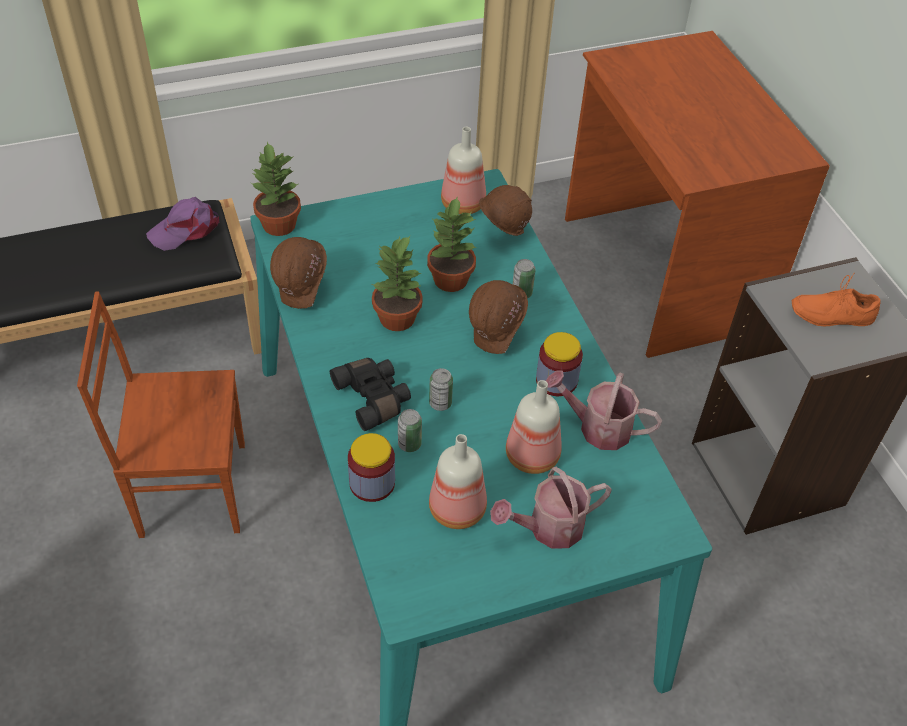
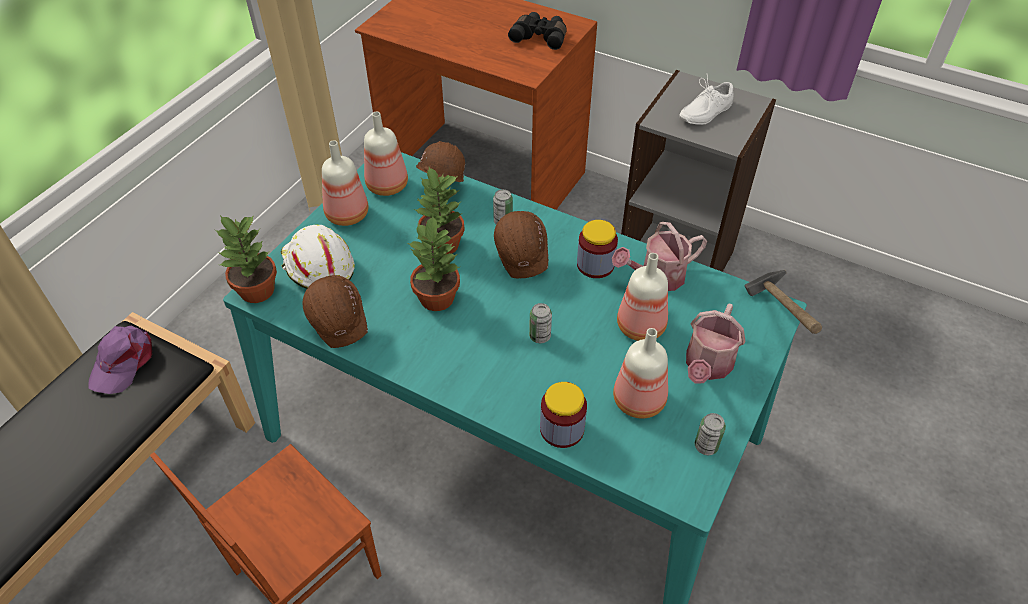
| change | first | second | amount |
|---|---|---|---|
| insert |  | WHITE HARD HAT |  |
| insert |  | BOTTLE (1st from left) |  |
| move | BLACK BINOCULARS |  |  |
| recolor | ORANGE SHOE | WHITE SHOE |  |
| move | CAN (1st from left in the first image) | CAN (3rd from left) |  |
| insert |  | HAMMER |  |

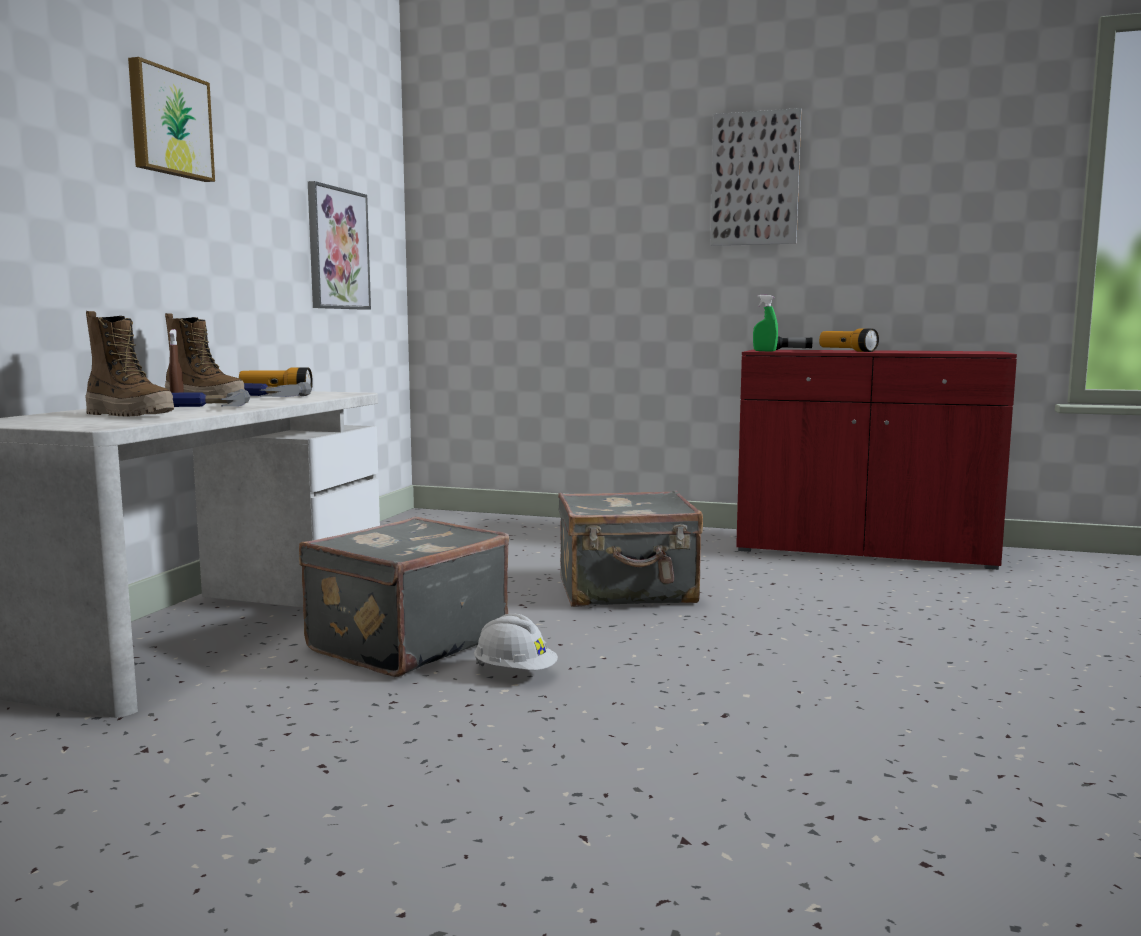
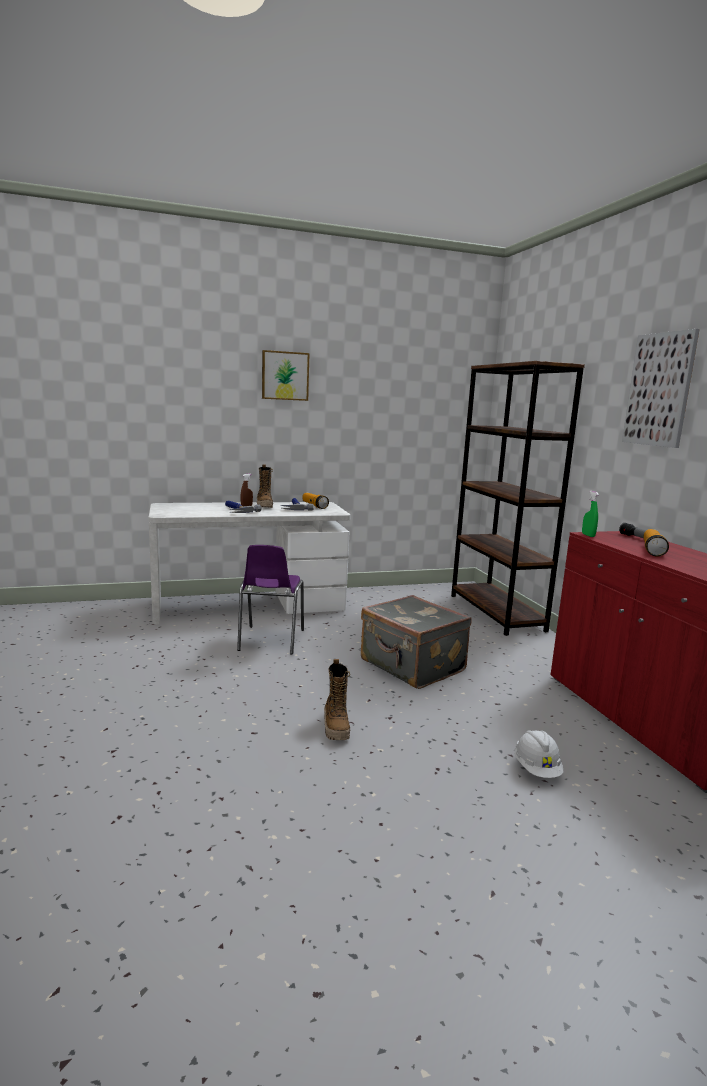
| change | first | second | amount |
|---|---|---|---|
| replace | GREY SUITCASE (1st from left) | PURPLE CHAIR |  |
| move | BOOT (1st from left in the first image) | BOOT (2nd from left) |  |
| insert |  | BROWN BOOKCASE |  |
| move | WHITE HARD HAT |  |  |
| delete | PICTURE (2nd from left) |  |  |

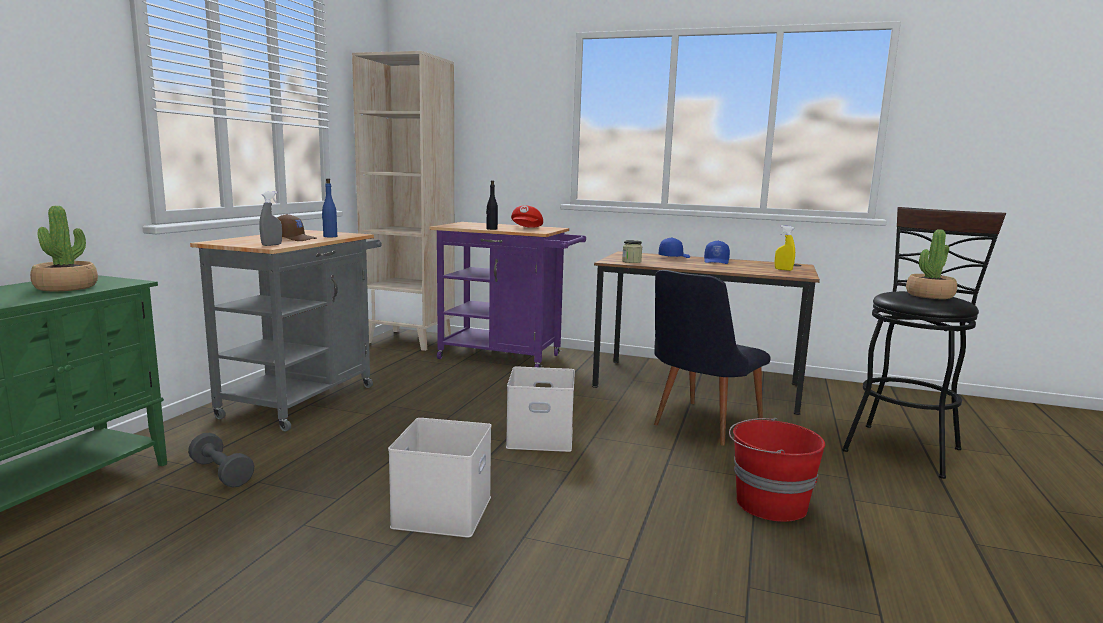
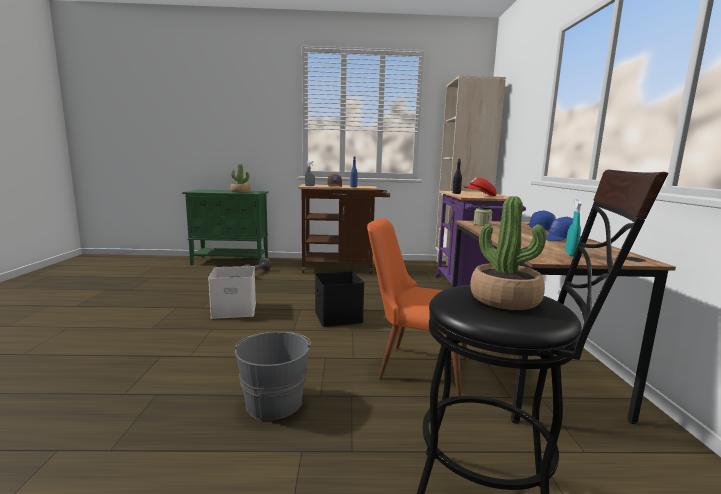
| change | first | second | amount |
|---|---|---|---|
| recolor | RED BUCKET | GREY BUCKET |  |
| recolor | GREY CART | BROWN CART |  |
| recolor | WHITE STORAGE BOX (2nd from left) | BLACK STORAGE BOX |  |
| recolor | BLACK CHAIR | ORANGE CHAIR |  |
| recolor | YELLOW SPRAY BOTTLE | TURQUOISE SPRAY BOTTLE |  |

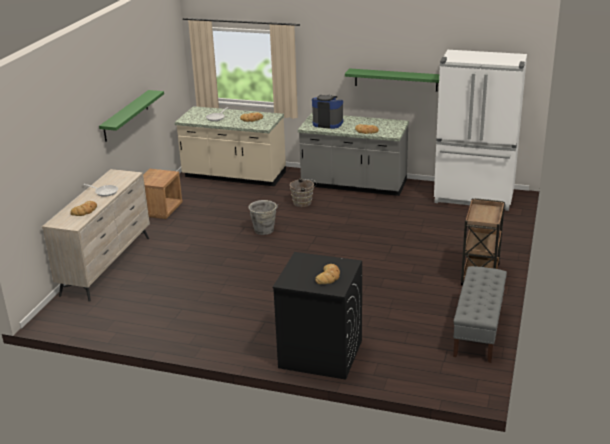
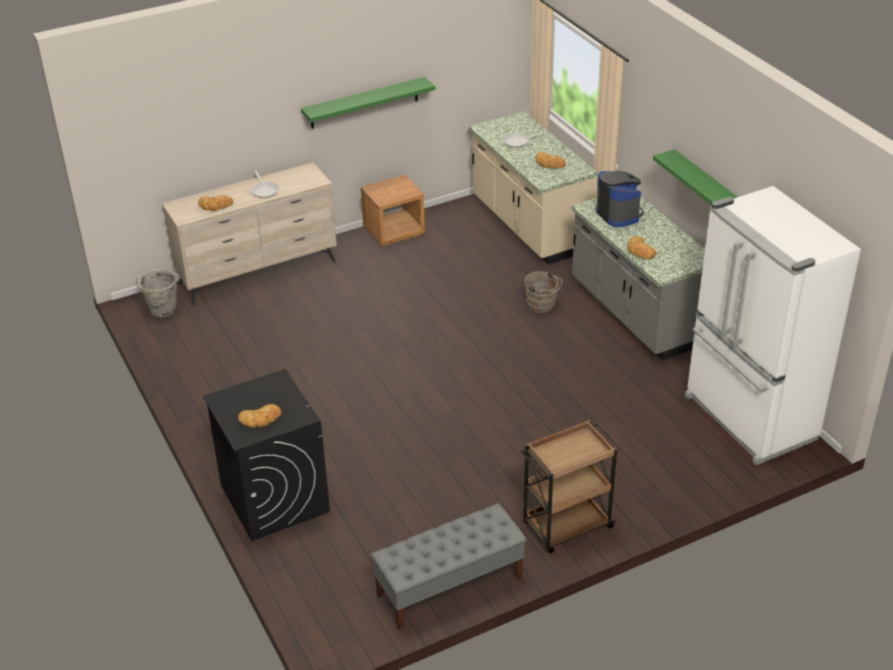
| change | first | second | amount |
|---|---|---|---|
| move | GREY BUCKET |  |  |

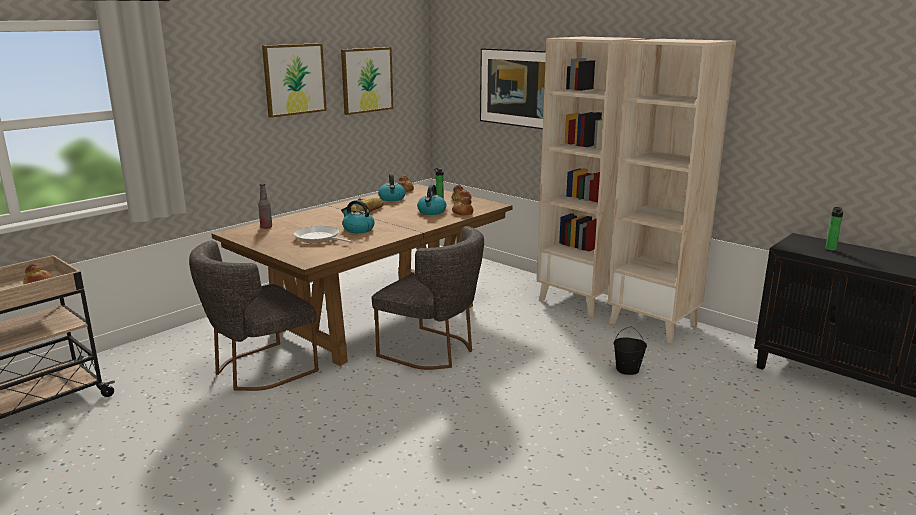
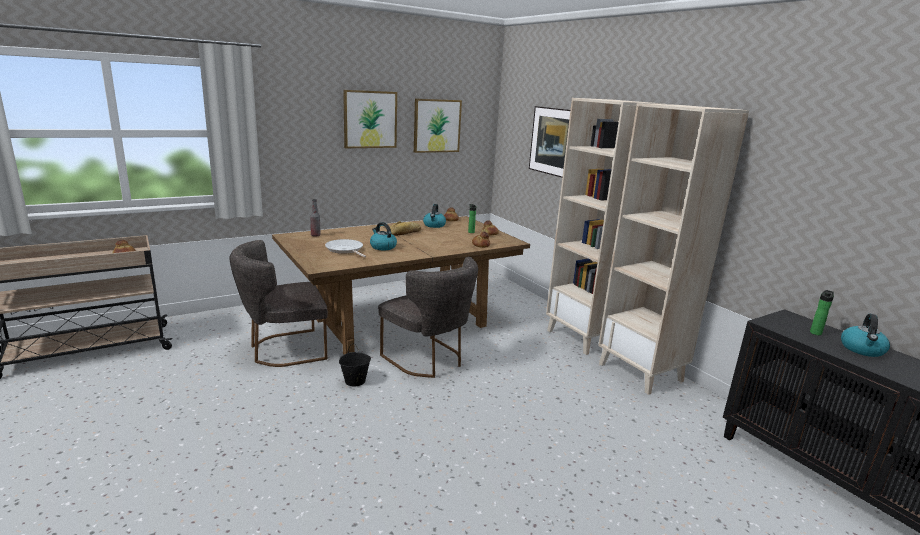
| change | first | second | amount |
|---|---|---|---|
| move | BLACK BUCKET |  |  |
| move | KETTLE (3rd from left) |  |  |

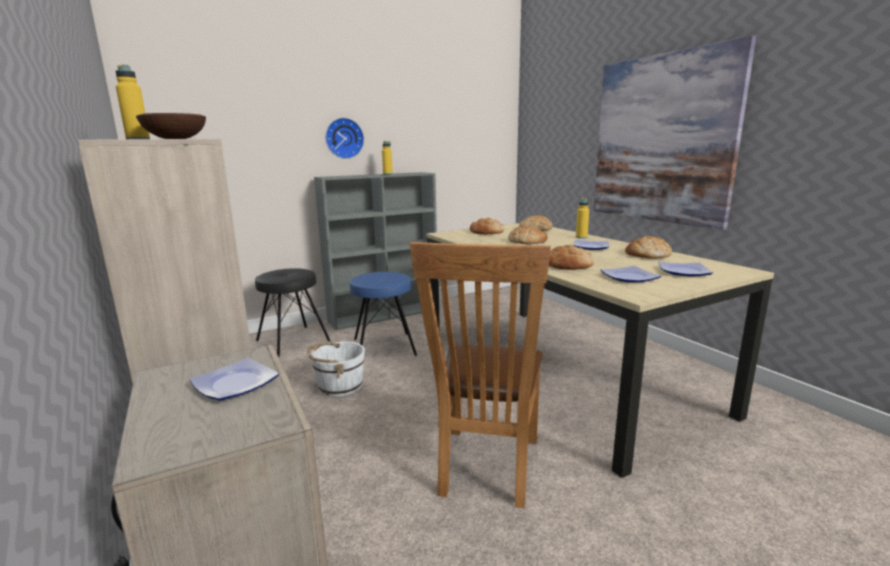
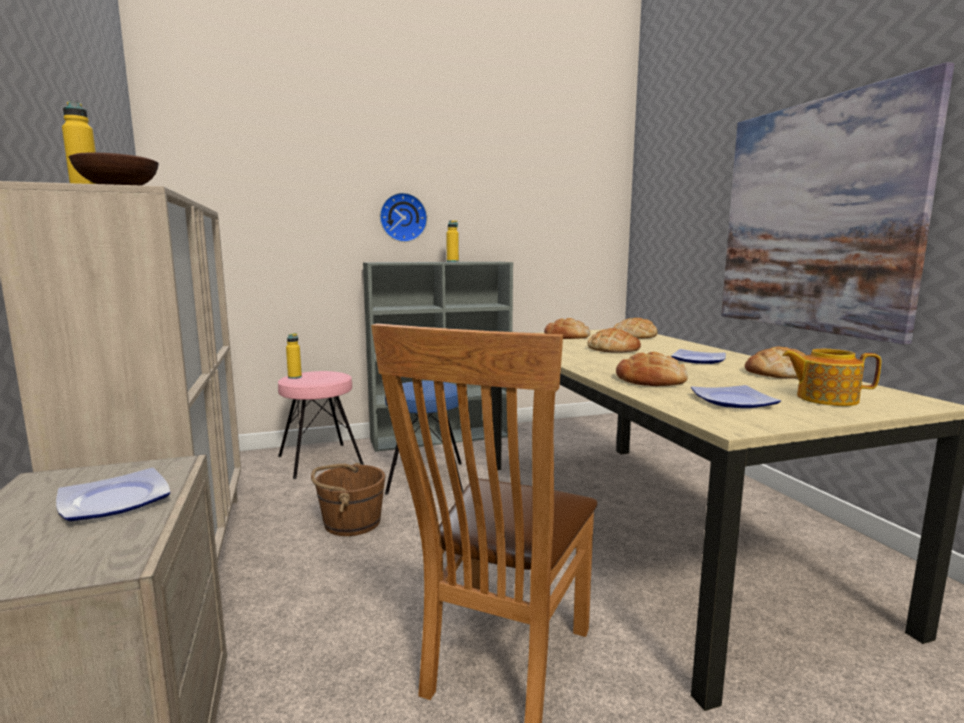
| change | first | second | amount |
|---|---|---|---|
| recolor | BLACK STOOL | PINK STOOL |  |
| move | YELLOW BOTTLE (3rd from left in the first image) | YELLOW BOTTLE (2nd from left) |  |
| recolor | WHITE BUCKET | BROWN BUCKET |  |
| replace | PLATE (4th from left) | TEAPOT |  |

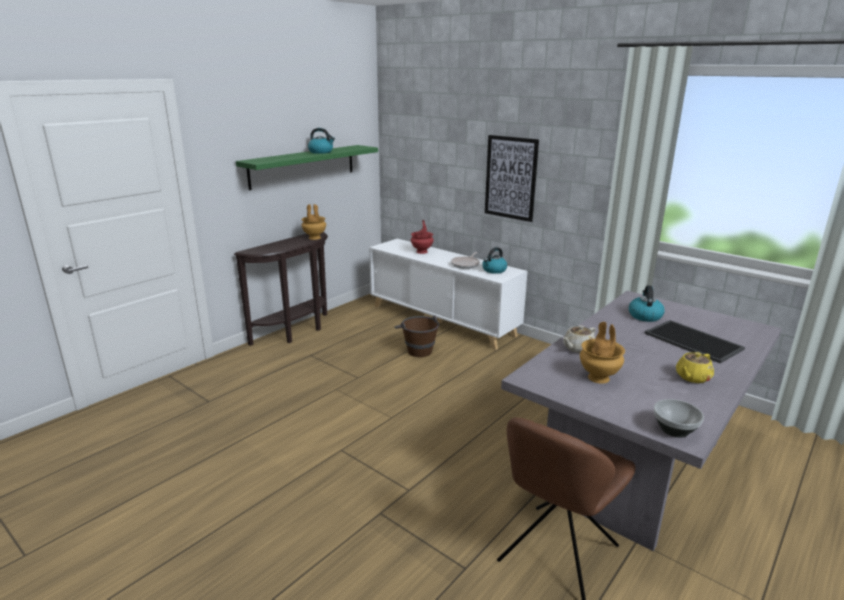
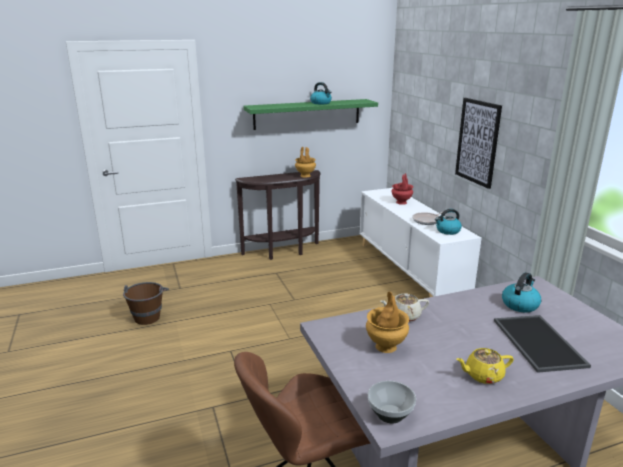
| change | first | second | amount |
|---|---|---|---|
| move | BROWN BUCKET |  |  |

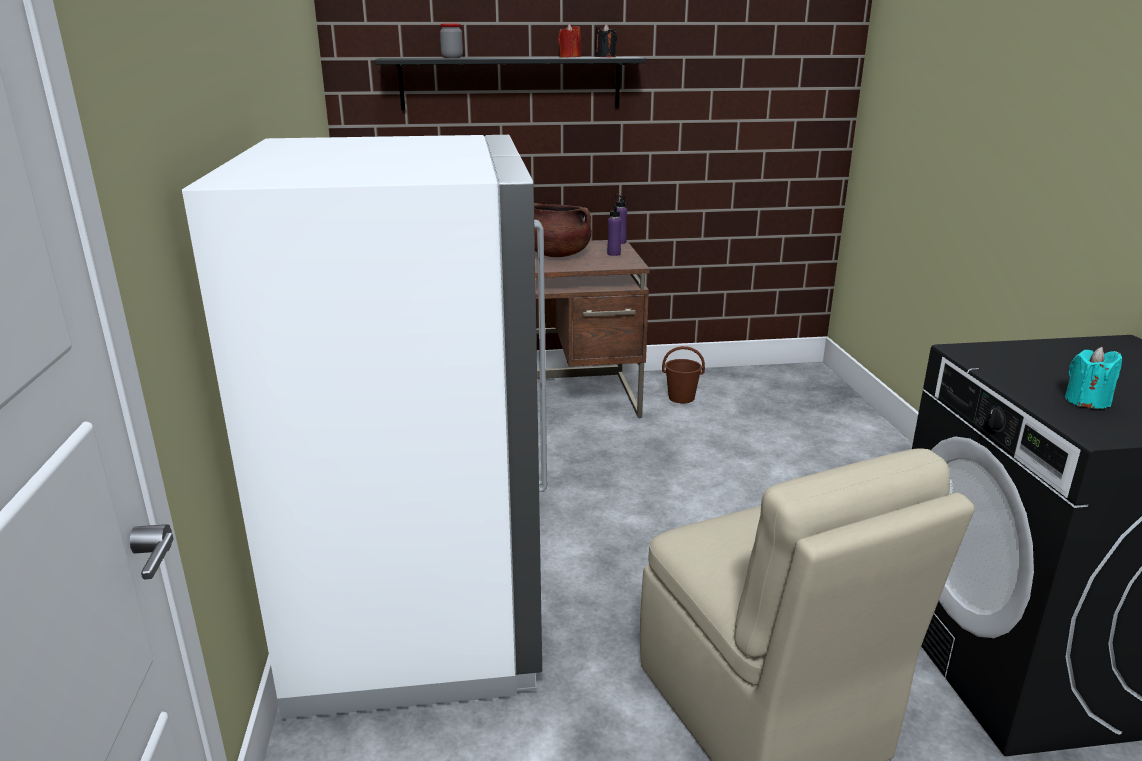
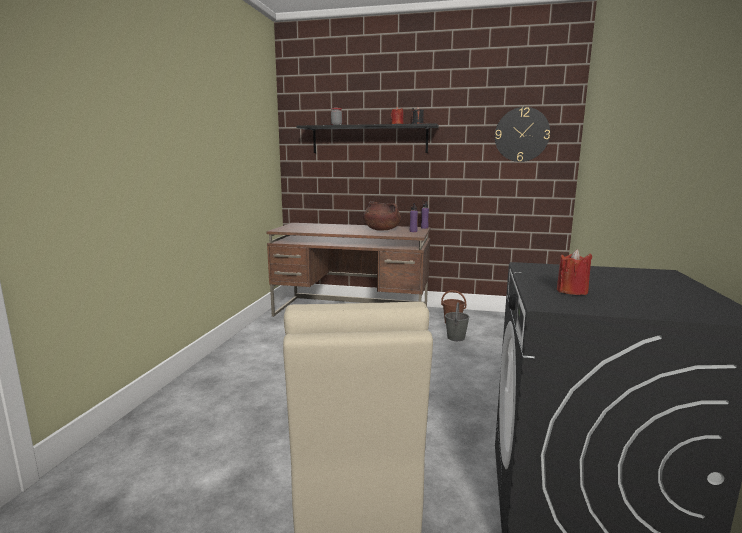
| change | first | second | amount |
|---|---|---|---|
| insert |  | GREY BUCKET |  |
| insert |  | WALL CLOCK |  |
| recolor | TURQUOISE CANDLE | RED CANDLE (2nd from left) |  |
| delete | WHITE FRIDGE |  |  |

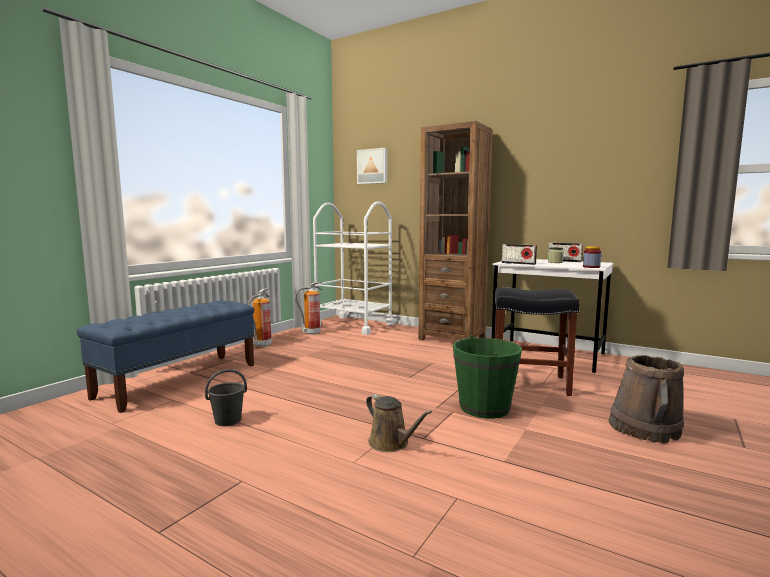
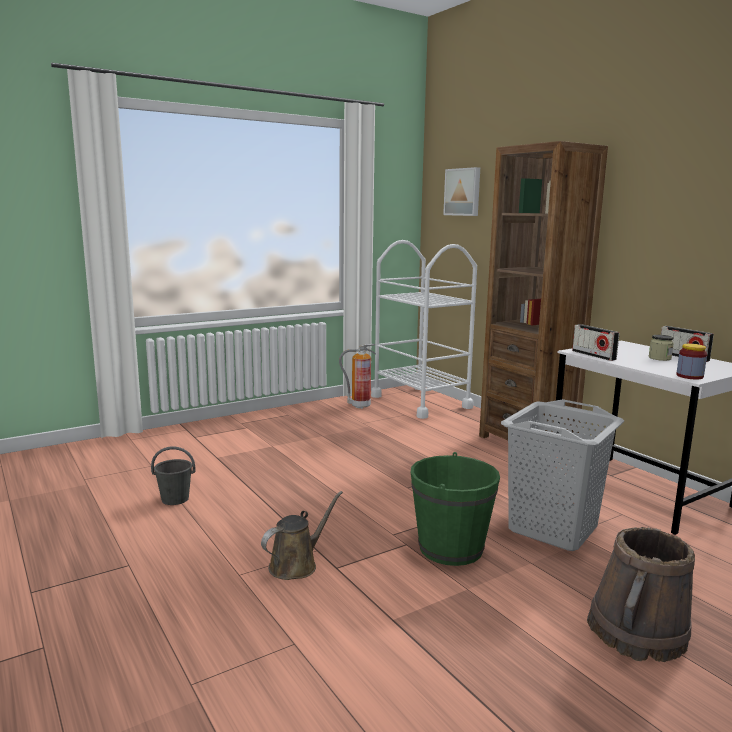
| change | first | second | amount |
|---|---|---|---|
| rotate | BROWN WATERING CAN |  | 120 degrees counterclockwise |
| replace | BLACK STOOL | GREY LAUNDRY BASKET |  |
| delete | BLUE BENCH |  |  |
| delete | FIRE EXTINGUISHER (1st from left) |  |  |

